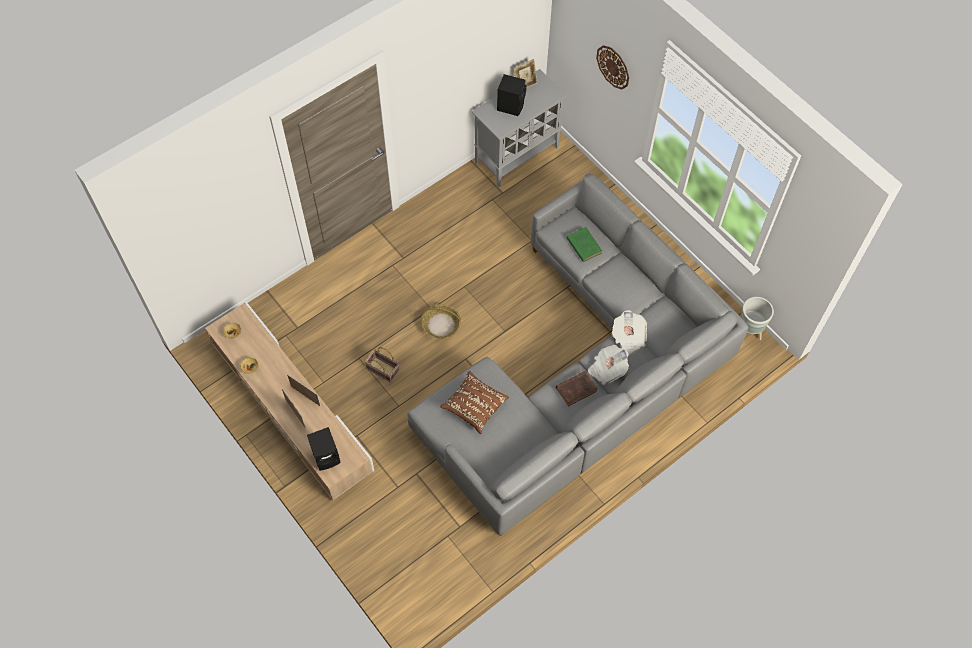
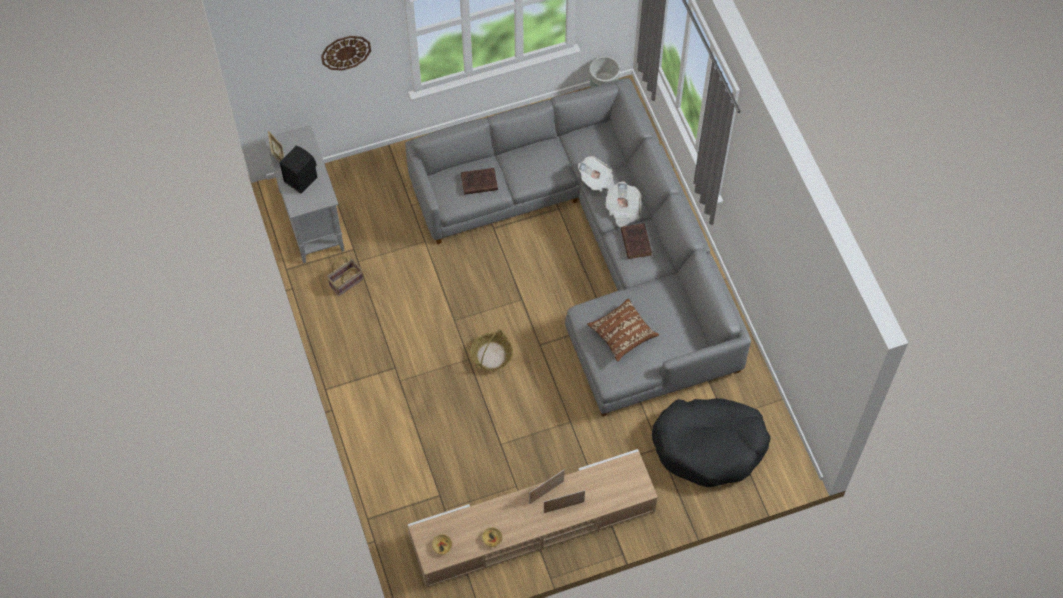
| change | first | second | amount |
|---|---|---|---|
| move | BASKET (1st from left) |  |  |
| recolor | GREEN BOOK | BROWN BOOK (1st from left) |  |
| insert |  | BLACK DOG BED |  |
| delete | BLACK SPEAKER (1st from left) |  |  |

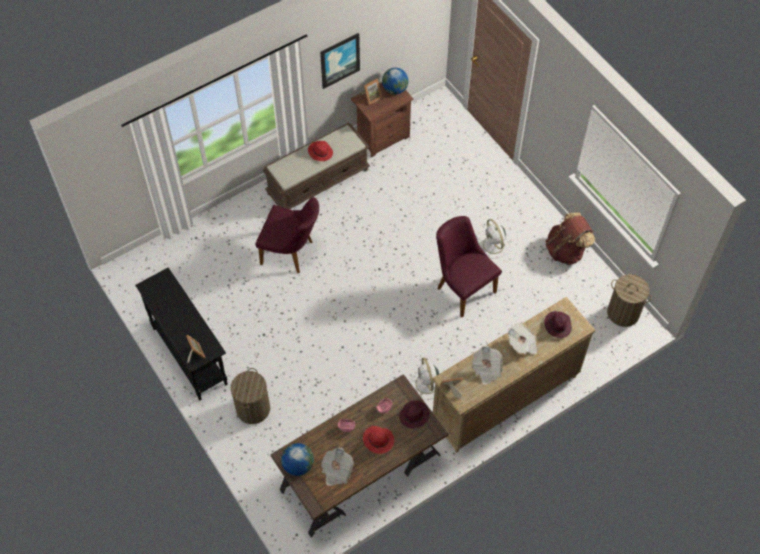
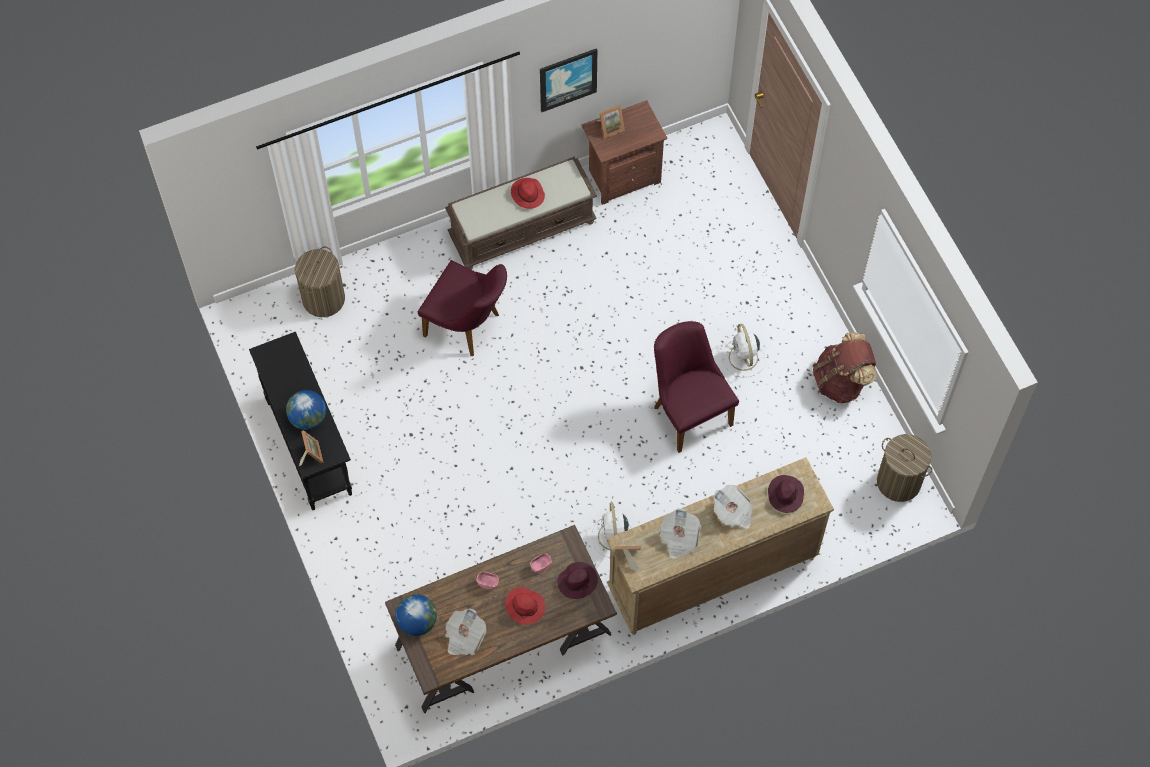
| change | first | second | amount |
|---|---|---|---|
| move | GLOBE (2nd from left in the first image) | GLOBE (1st from left) |  |
| move | LAUNDRY BASKET (1st from left) |  |  |

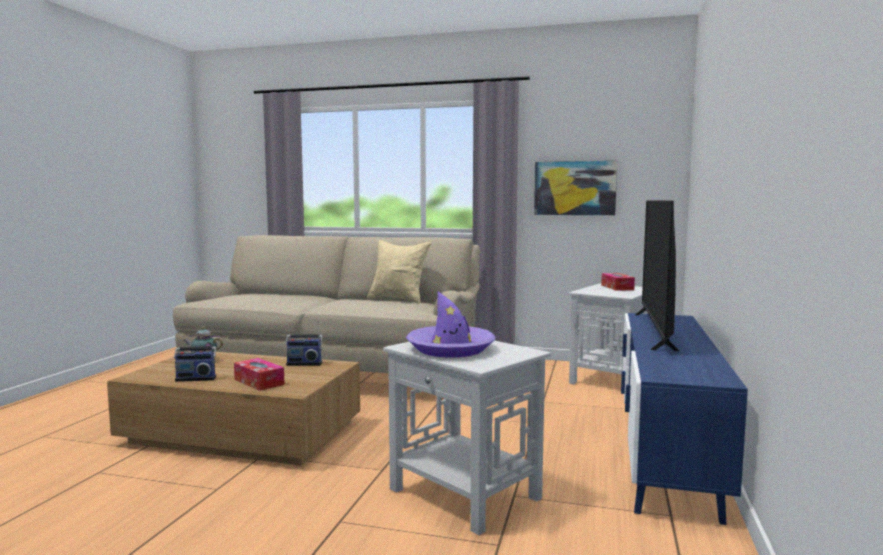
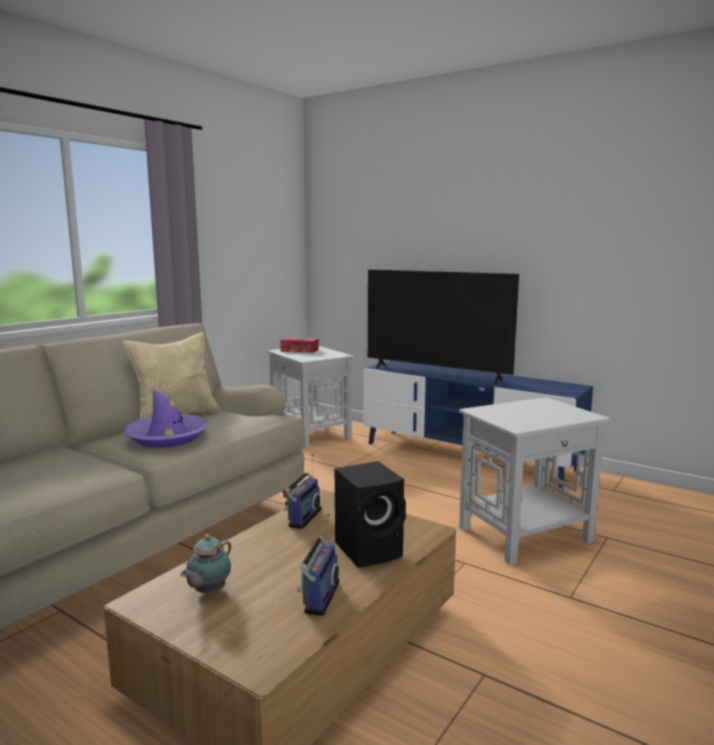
| change | first | second | amount |
|---|---|---|---|
| move | PURPLE HAT |  |  |
| replace | TISSUE BOX (1st from left) | BLACK SPEAKER |  |
| delete | PICTURE |  |  |

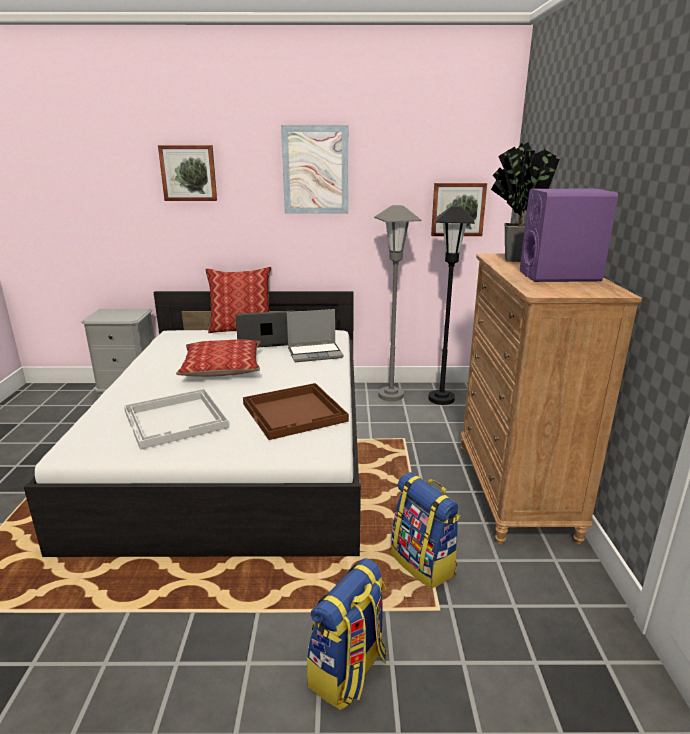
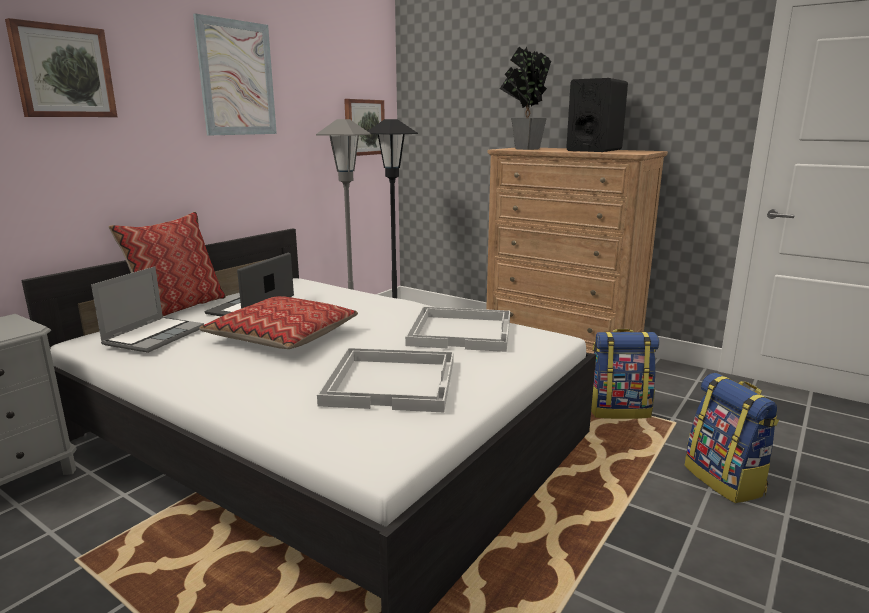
| change | first | second | amount |
|---|---|---|---|
| move | LAPTOP (2nd from left in the first image) | LAPTOP (1st from left) |  |
| recolor | BROWN TRAY | WHITE TRAY (2nd from left) |  |
| recolor | PURPLE SPEAKER | BLACK SPEAKER |  |

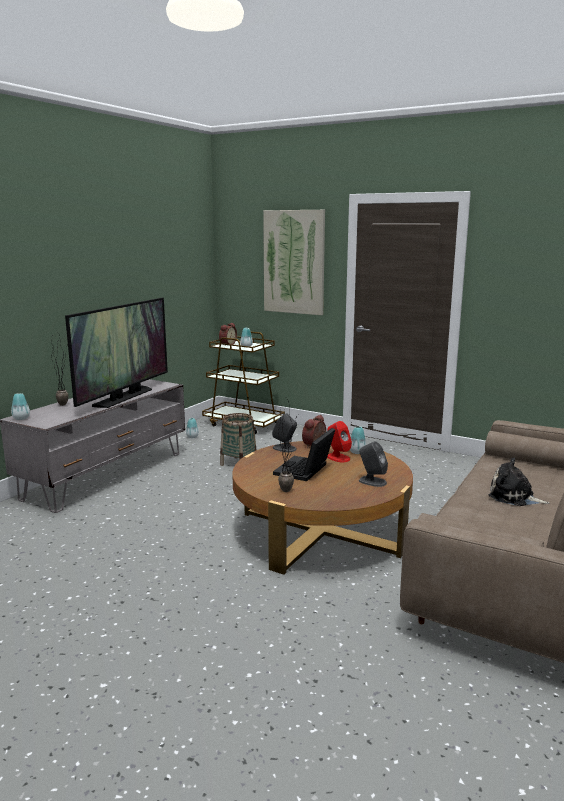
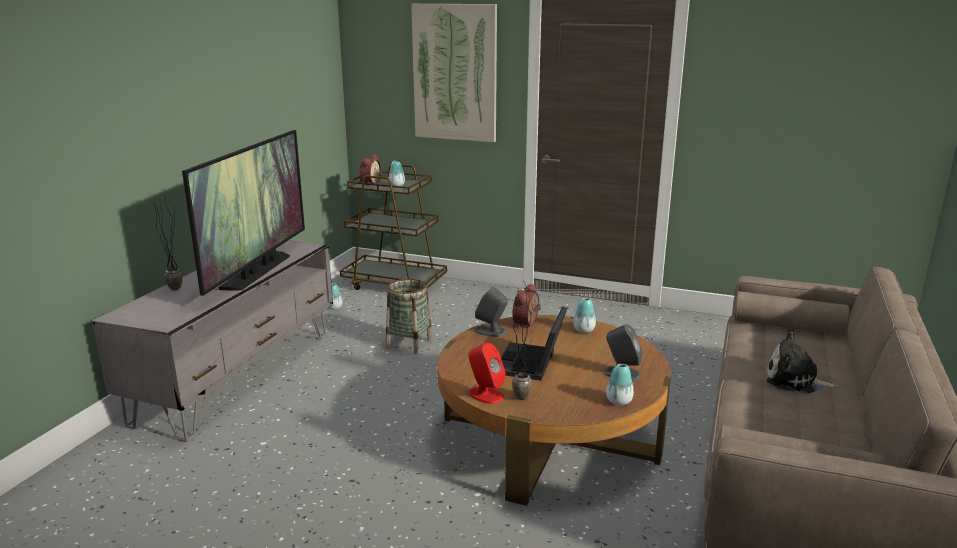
| change | first | second | amount |
|---|---|---|---|
| move | RED SPEAKER |  |  |
| move | VASE (1st from left in the first image) | VASE (4th from left) |  |

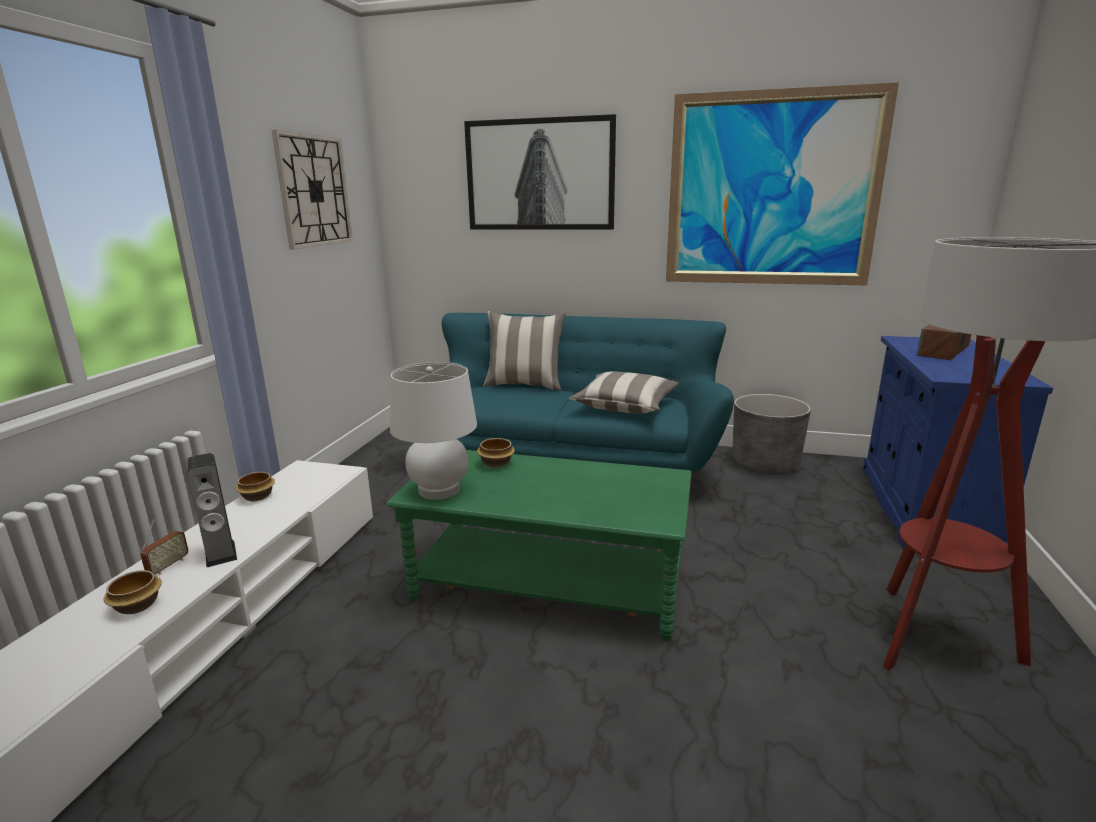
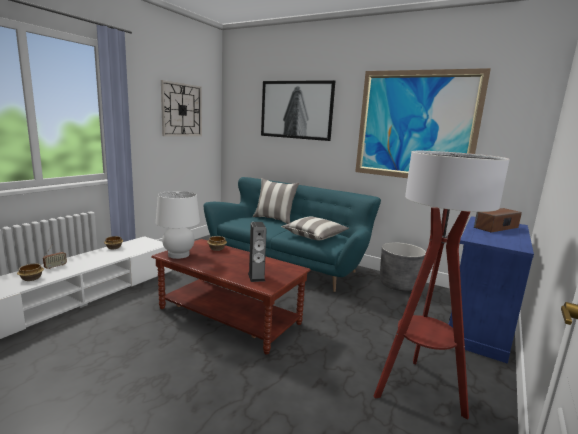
| change | first | second | amount |
|---|---|---|---|
| recolor | GREEN COFFEE TABLE | BROWN COFFEE TABLE |  |
| move | SPEAKER (1st from left) |  |  |

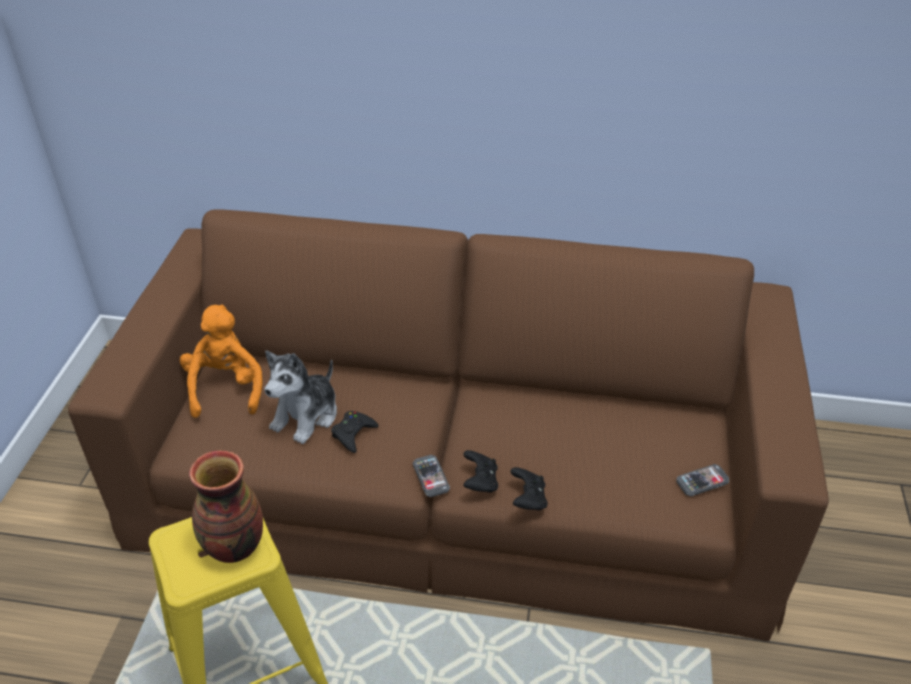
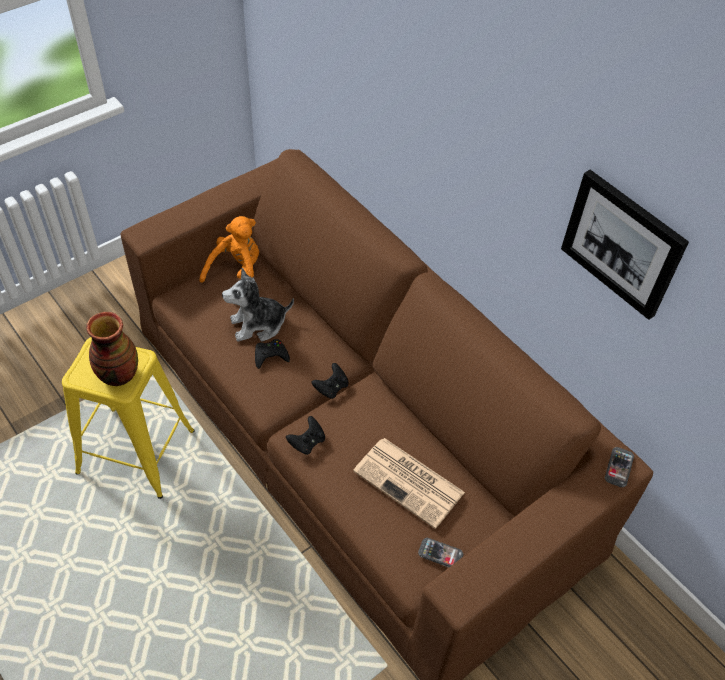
| change | first | second | amount |
|---|---|---|---|
| move | BLACK GAME CONTROLLER (3rd from left) |  |  |
| insert |  | NEWSPAPER |  |
| insert |  | PICTURE |  |
| move | PHONE (1st from left in the first image) | PHONE (2nd from left) |  |

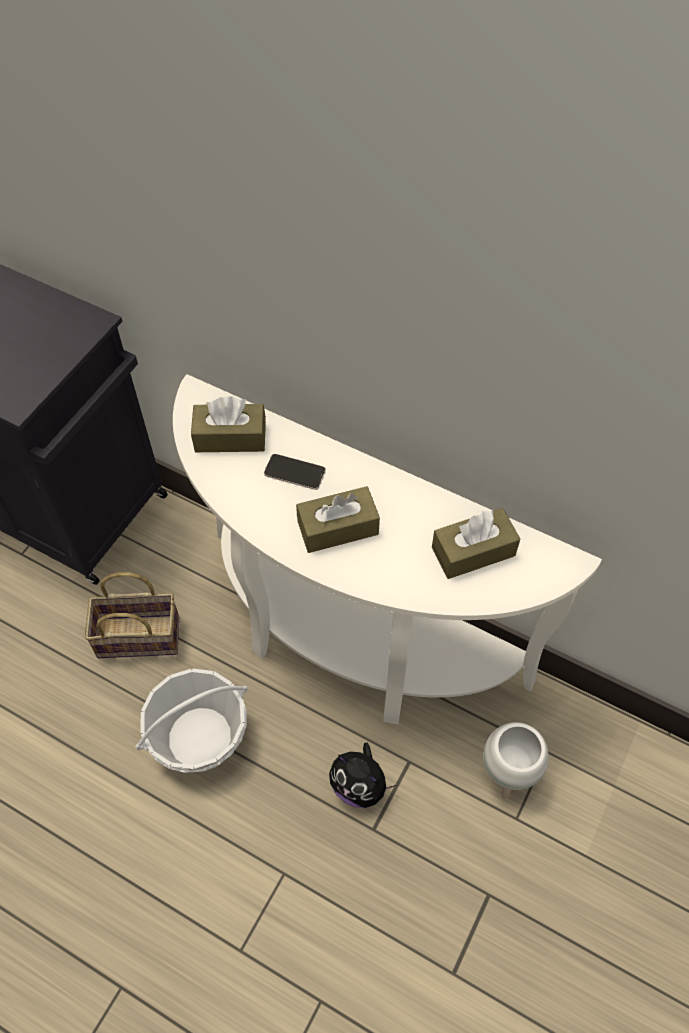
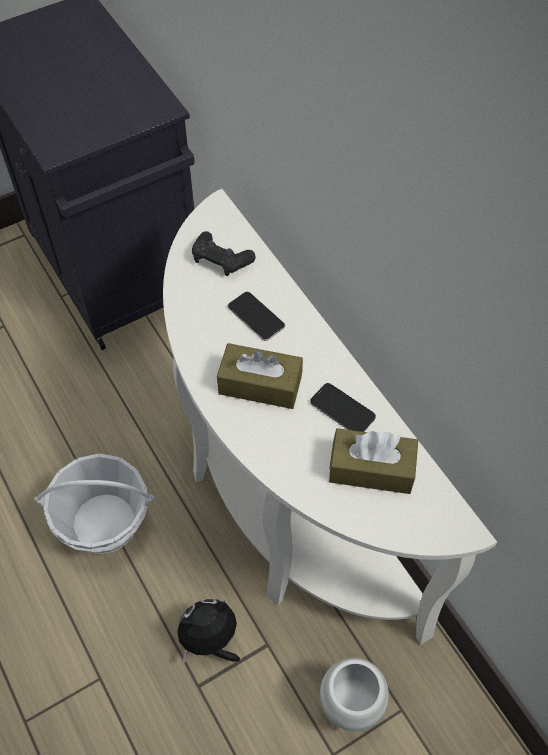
| change | first | second | amount |
|---|---|---|---|
| rotate | PLUSH TOY |  | 90 degrees clockwise |
| replace | BROWN TISSUE BOX (1st from left) | BLACK GAME CONTROLLER |  |
| insert |  | PHONE (2nd from left) |  |
| delete | BASKET (1st from left) |  |  |

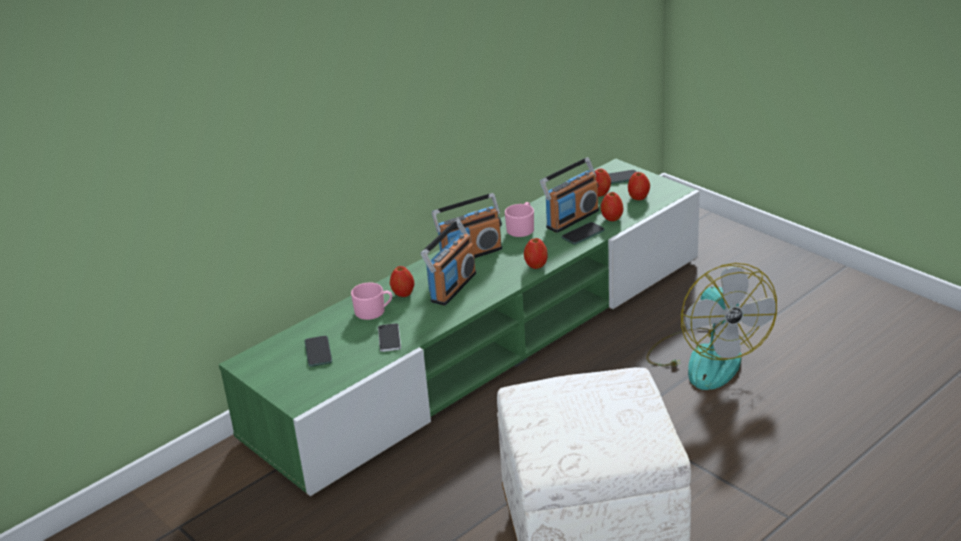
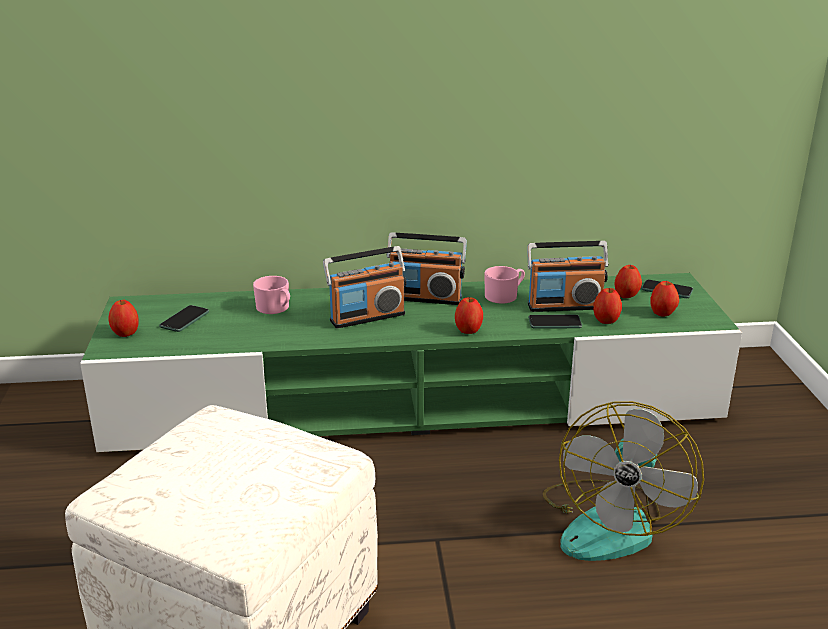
| change | first | second | amount |
|---|---|---|---|
| move | APPLE (1st from left) |  |  |
| delete | PHONE (2nd from left) |  |  |

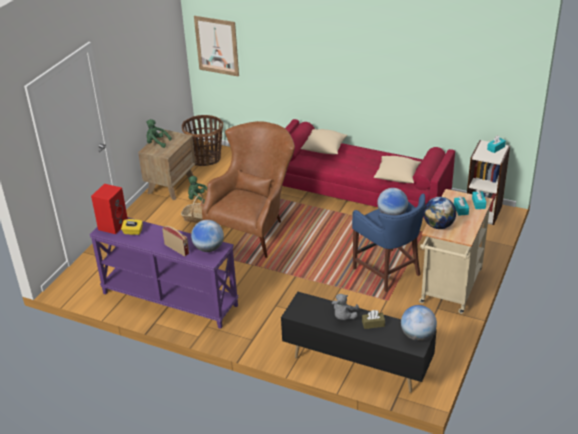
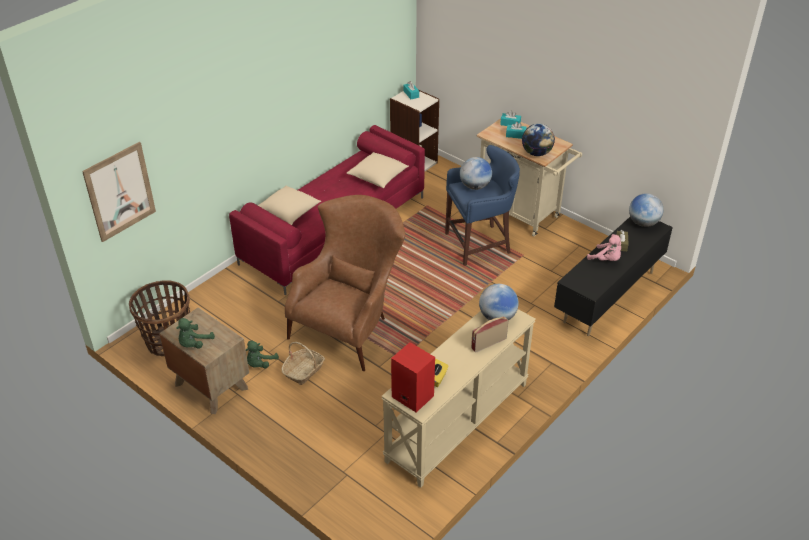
| change | first | second | amount |
|---|---|---|---|
| rotate | BROWN ARMCHAIR |  | 75 degrees clockwise |
| recolor | PURPLE CONSOLE TABLE | BEIGE CONSOLE TABLE |  |
| recolor | GREY PLUSH TOY | PINK PLUSH TOY |  |

